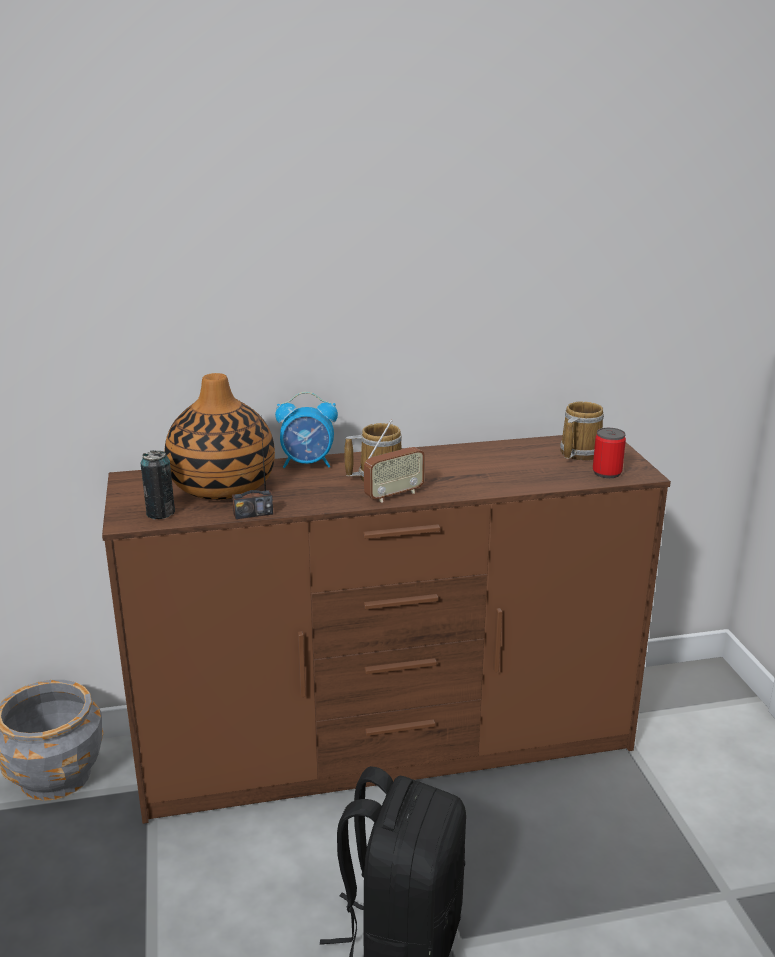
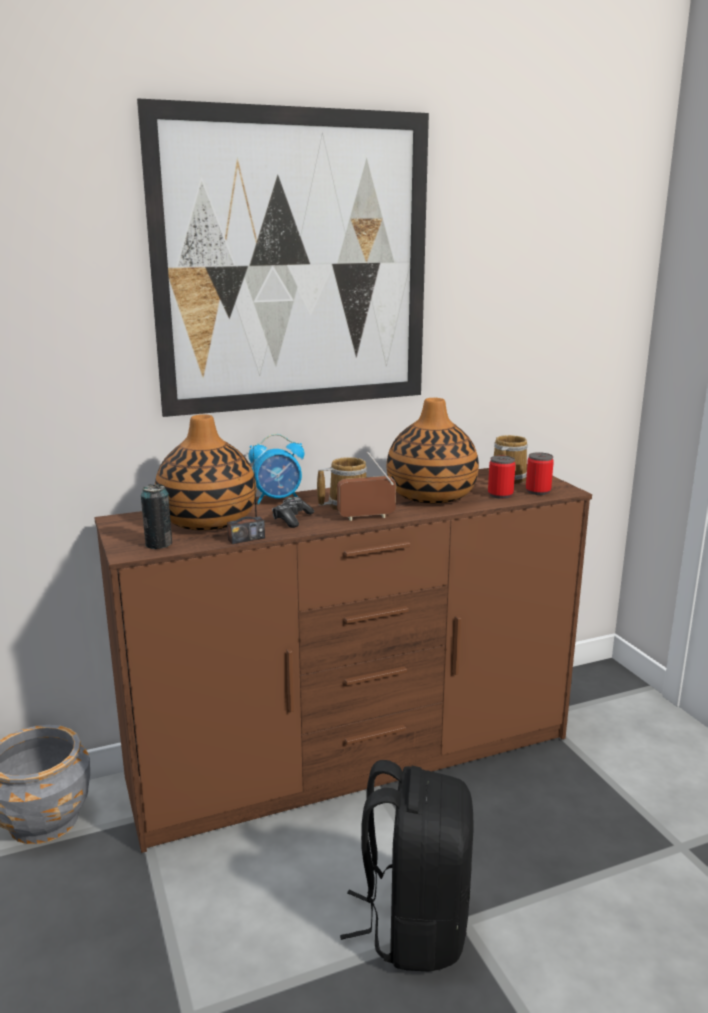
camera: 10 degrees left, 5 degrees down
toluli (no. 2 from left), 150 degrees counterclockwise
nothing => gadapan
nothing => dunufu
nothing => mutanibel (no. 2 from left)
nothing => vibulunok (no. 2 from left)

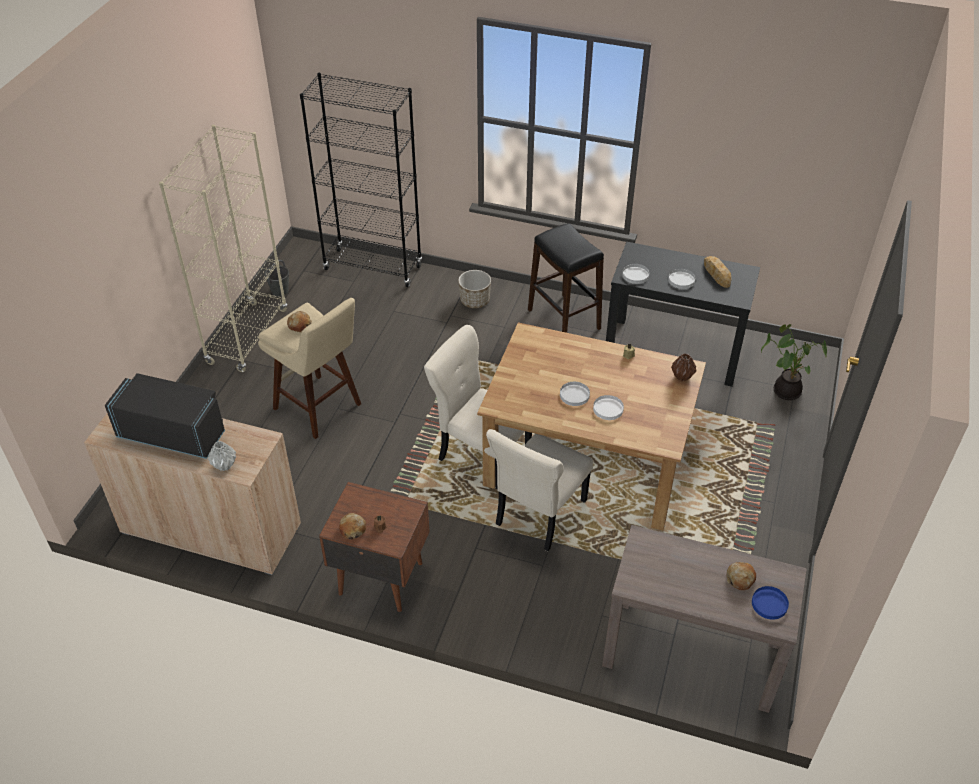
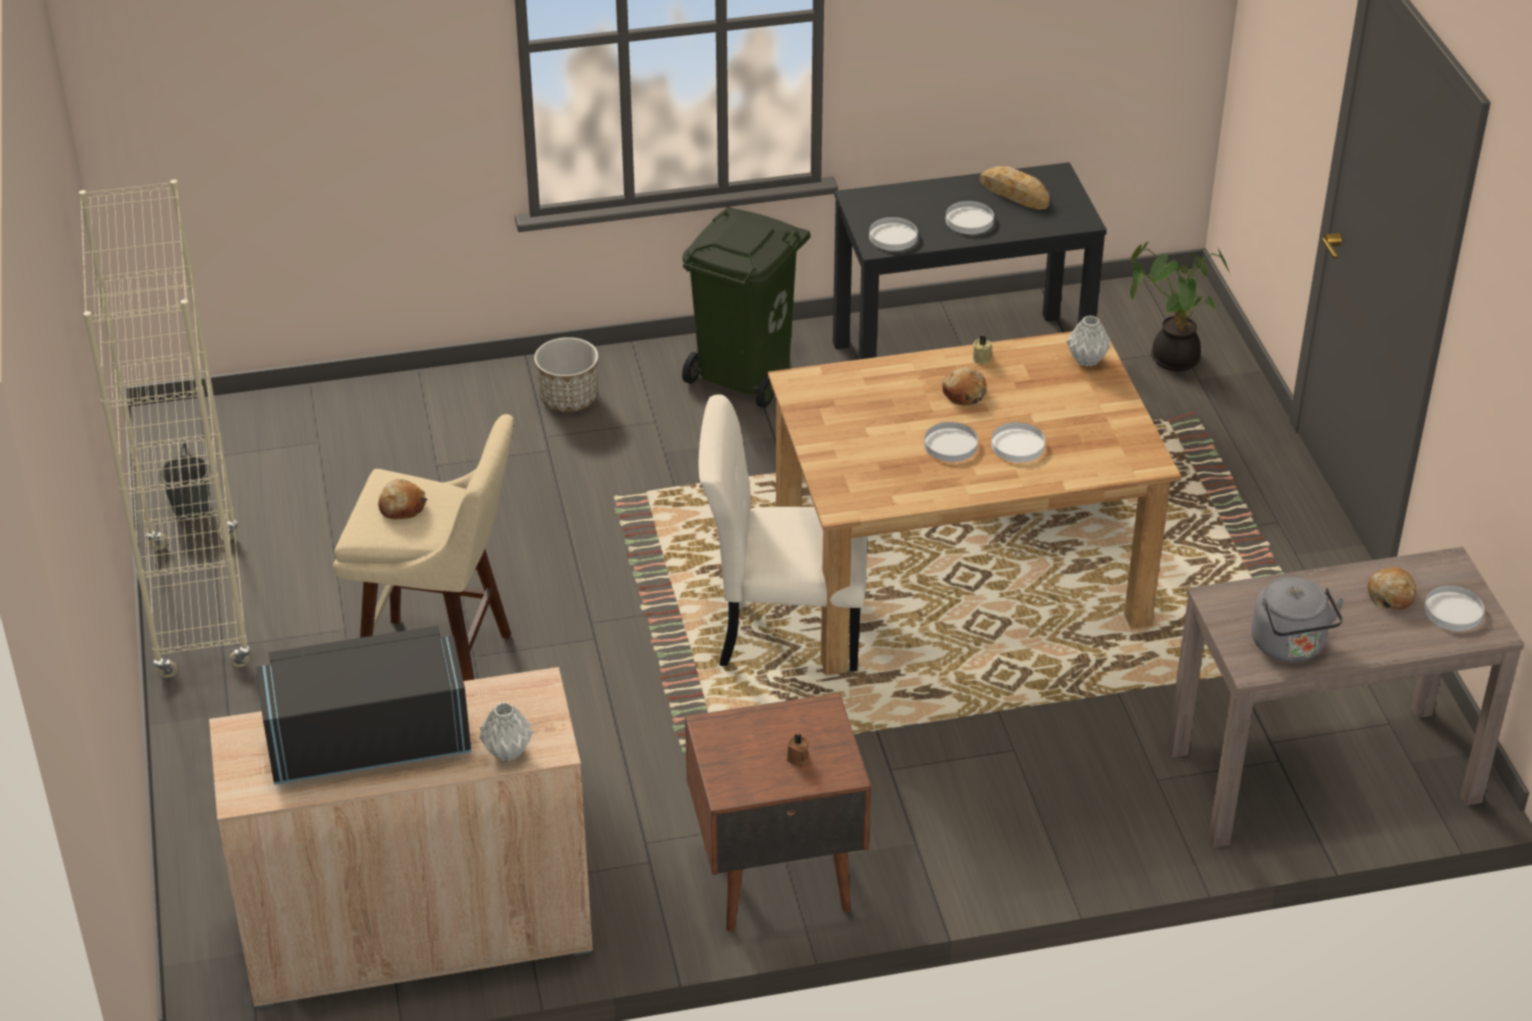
camera: 30 degrees left, 5 degrees down
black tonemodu => nothing
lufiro (no. 2 from left), shifted
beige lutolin (no. 2 from left) => nothing
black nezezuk => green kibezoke
brown mutanibel => grey mutanibel (no. 2 from left)
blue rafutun => white rafutun (no. 5 from left)
nothing => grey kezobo

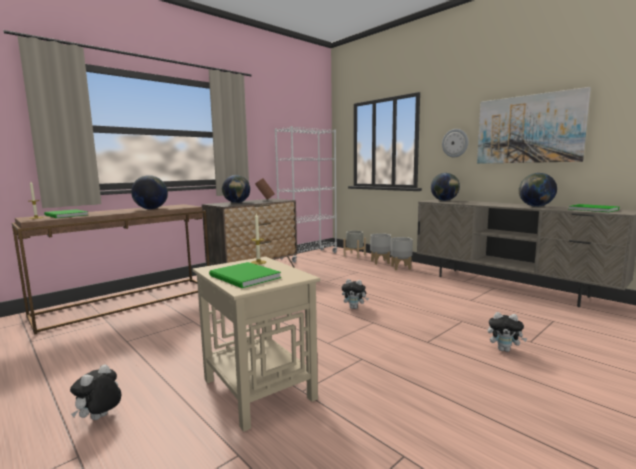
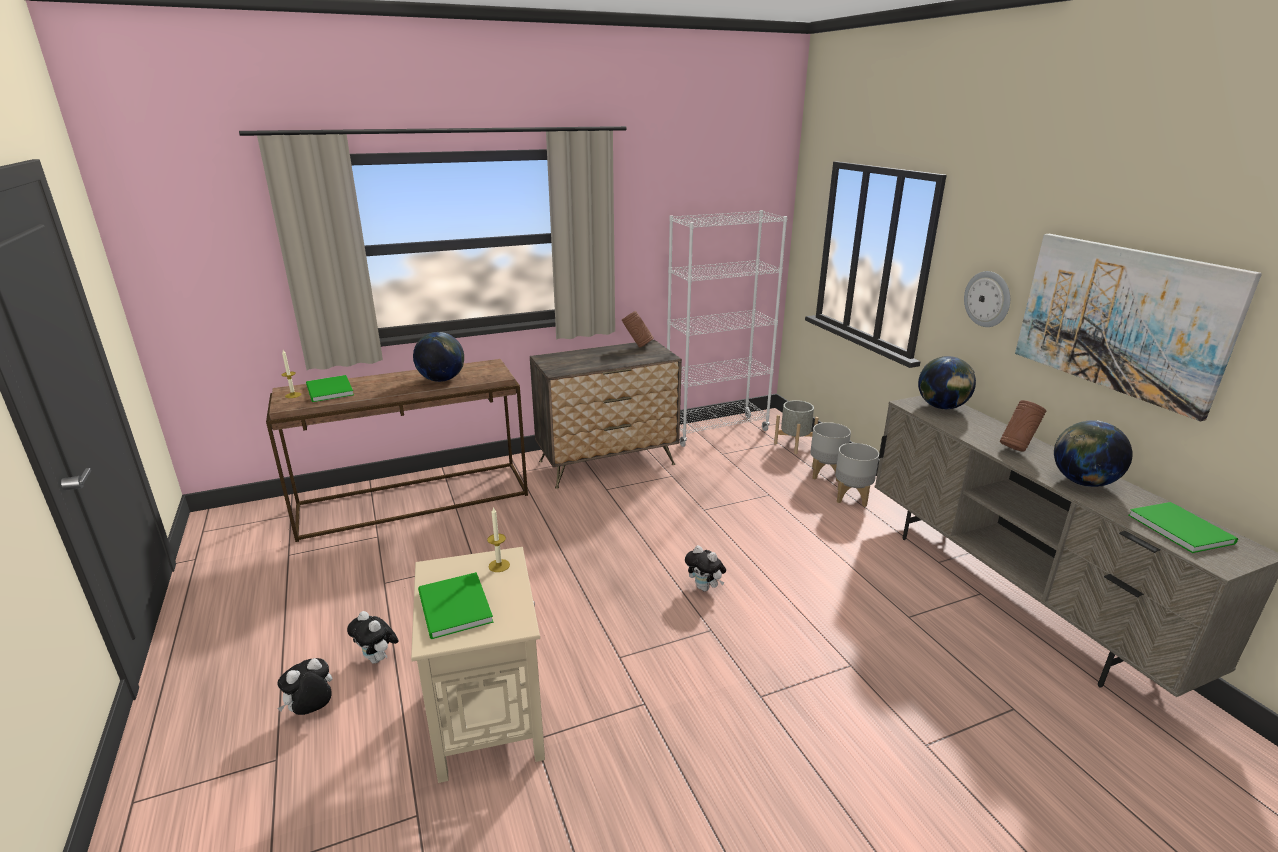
camera: 20 degrees right, 15 degrees up
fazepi (no. 2 from left) => nothing
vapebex (no. 3 from left in the first image) => vapebex (no. 2 from left), shifted
nothing => brown mutanibel (no. 2 from left)

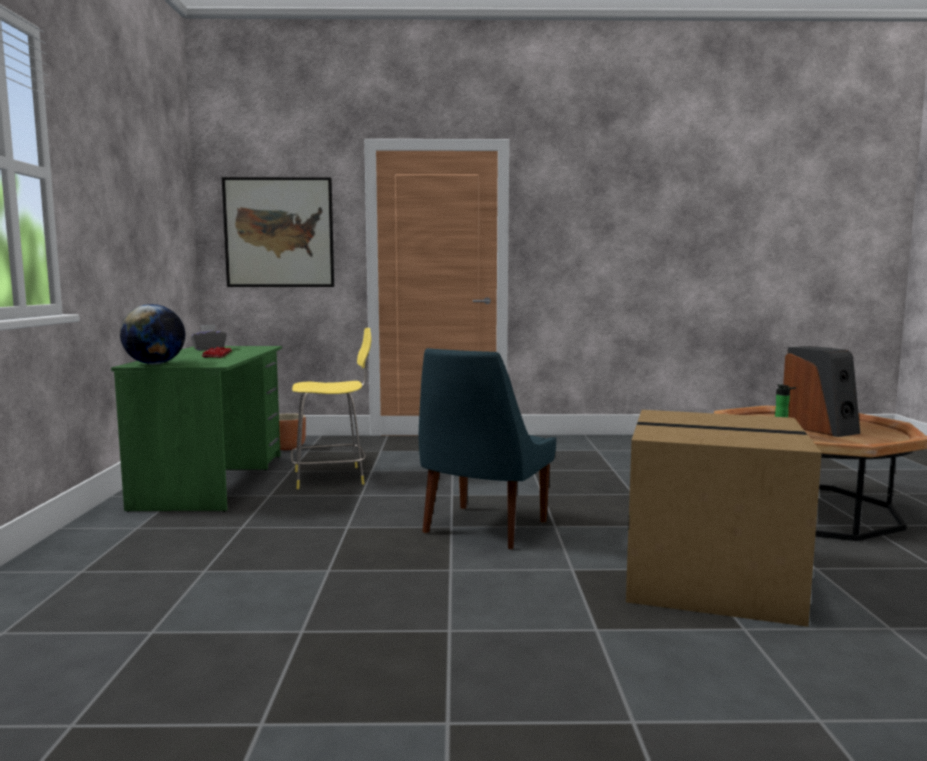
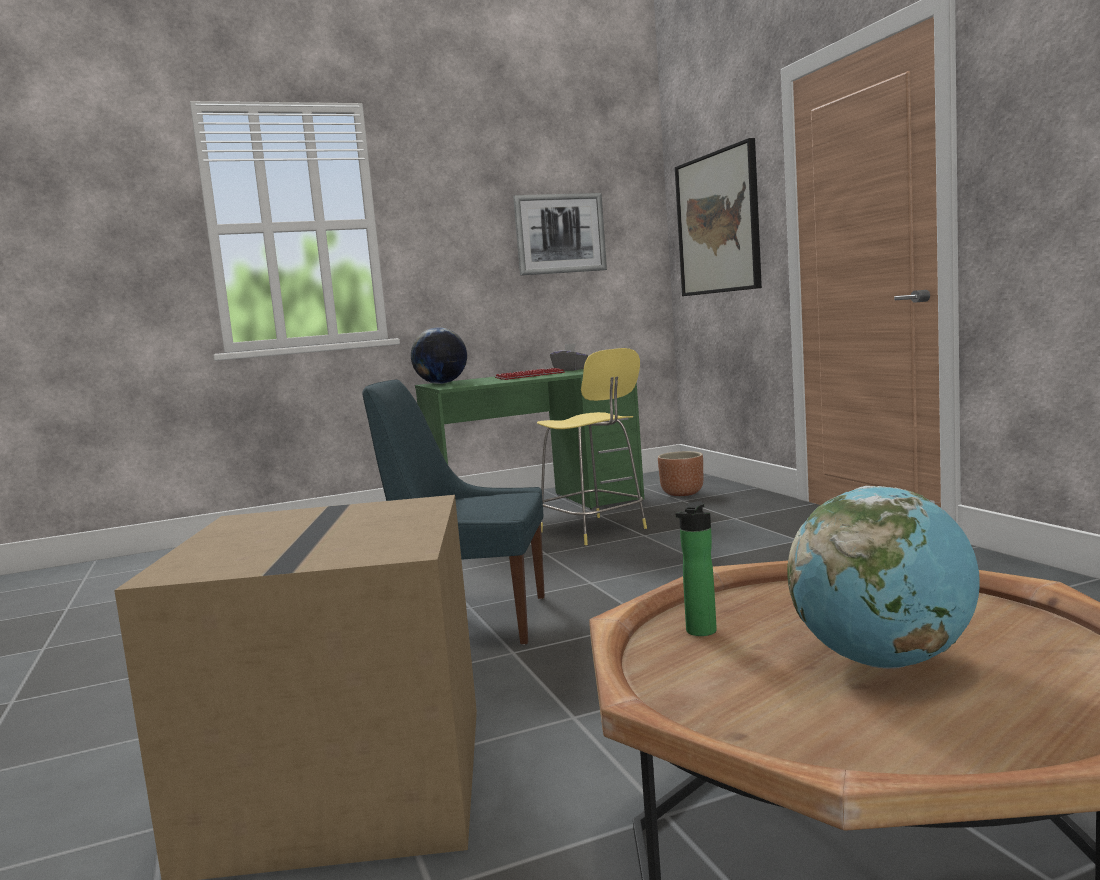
camera: 70 degrees right, 0 degrees up
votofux => fazepi (no. 2 from left)
nothing => gadapan (no. 1 from left)

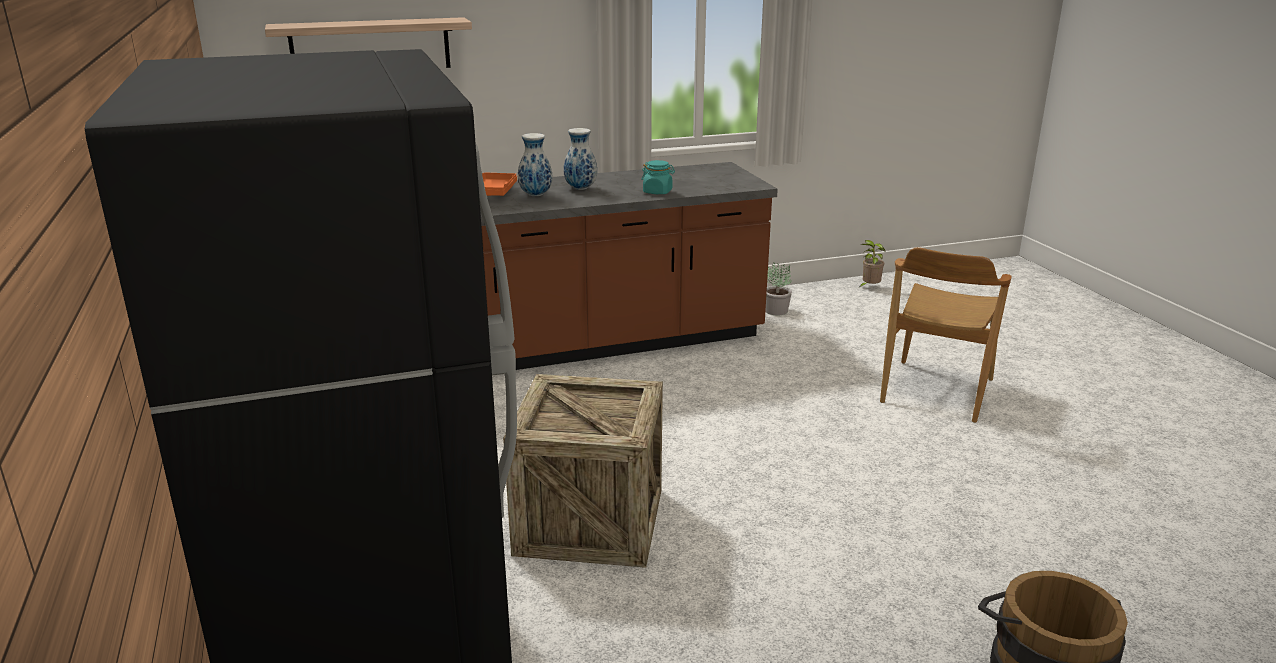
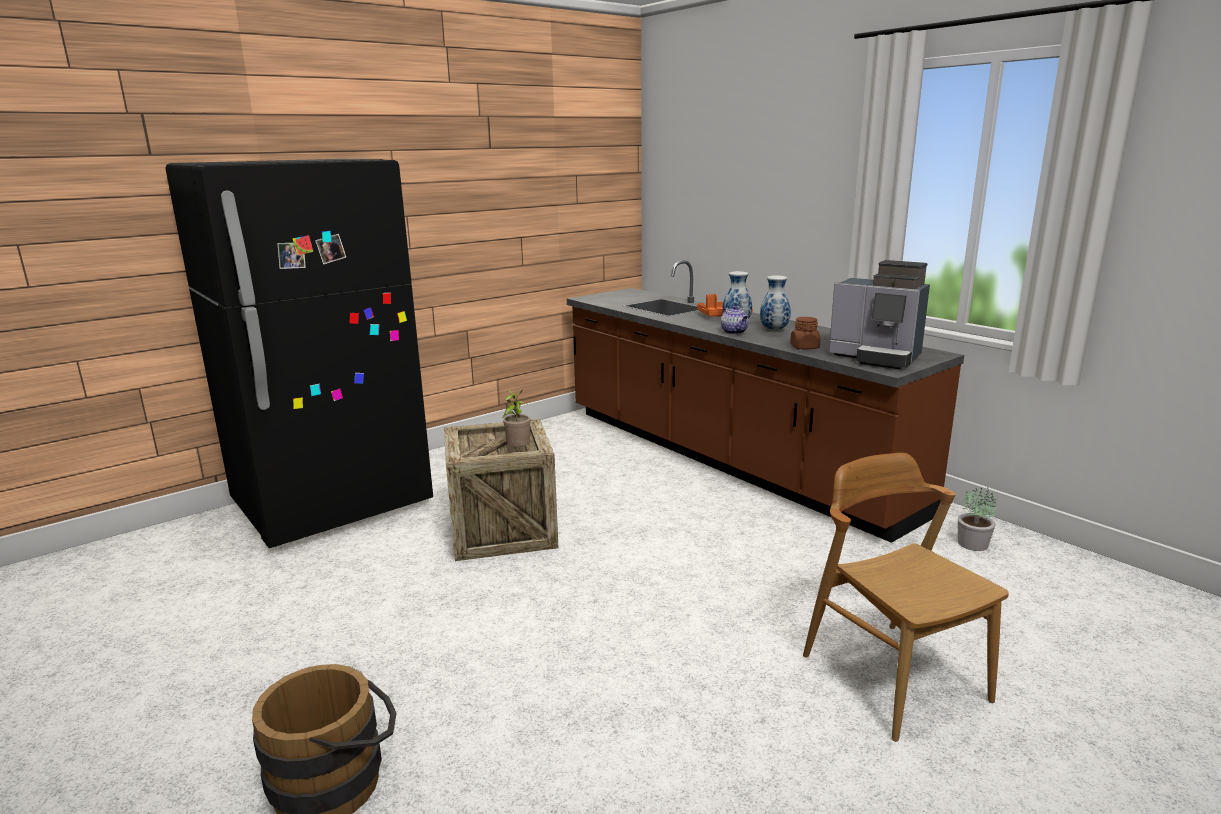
camera: 70 degrees right, 5 degrees down
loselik => nothing
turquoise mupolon => brown mupolon
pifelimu (no. 2 from left in the first image) => pifelimu (no. 1 from left), shifted
brown lutolin, 60 degrees clockwise
nothing => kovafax
nothing => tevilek

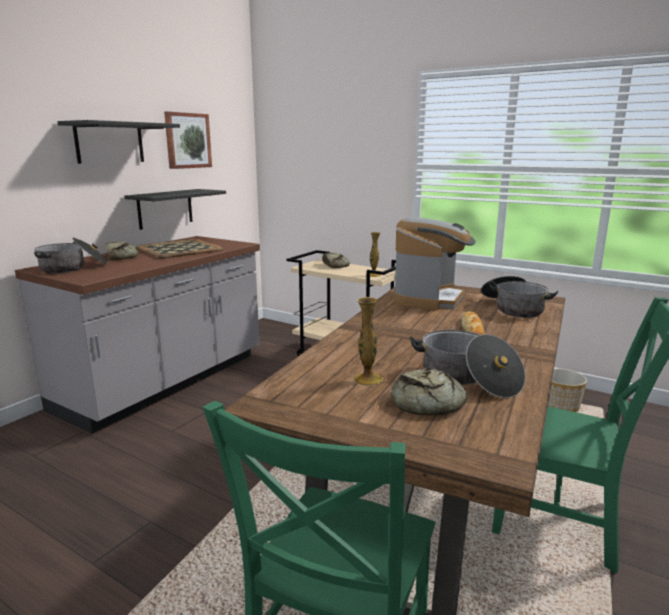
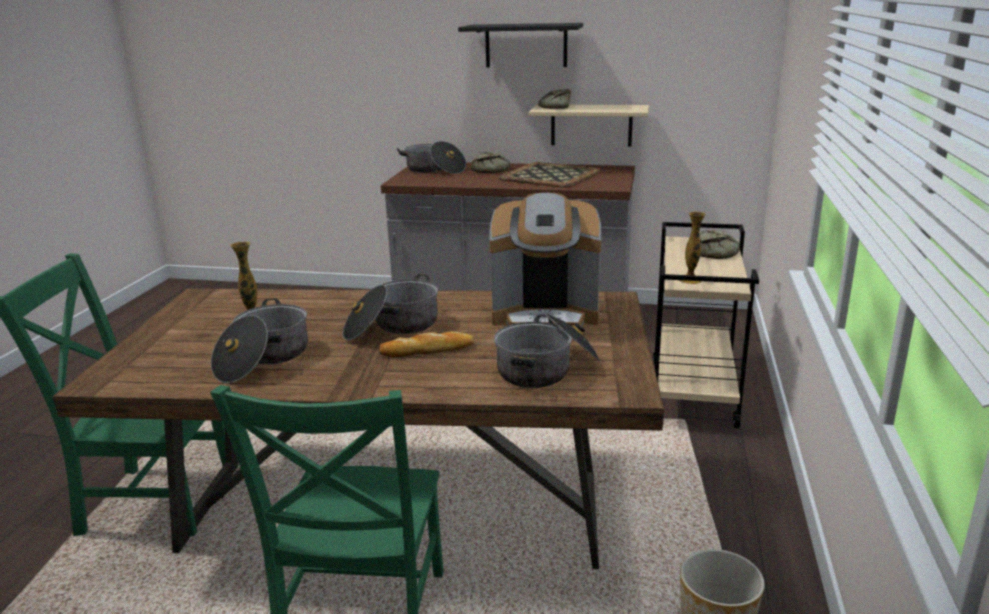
camera: 70 degrees right, 5 degrees up
black loselik (no. 2 from left) => beige loselik
gadapan => nothing
lufiro (no. 3 from left), shifted
nothing => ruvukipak (no. 2 from left)

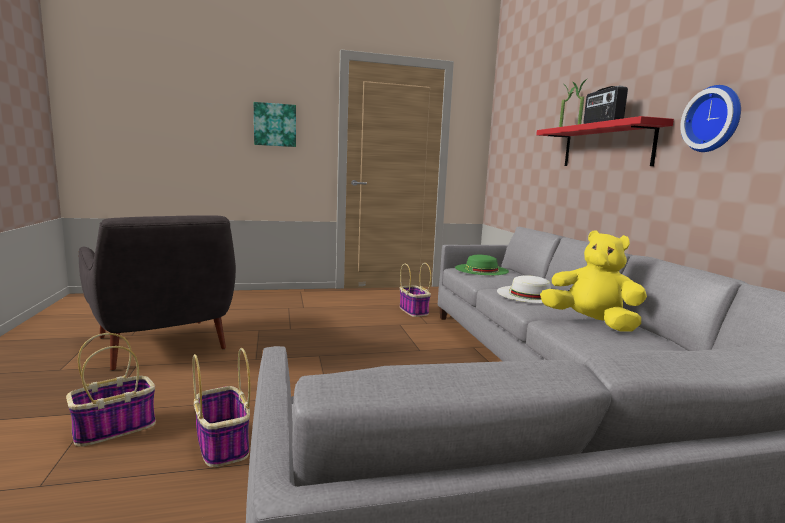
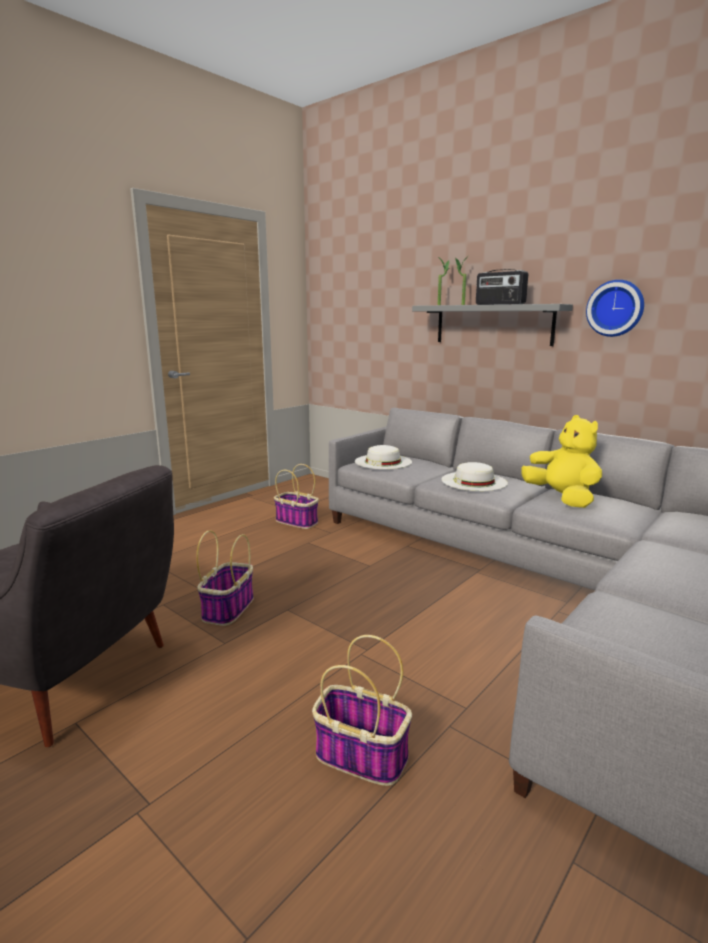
camera: 35 degrees left, 5 degrees up
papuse (no. 1 from left), shifted
gadapan => nothing
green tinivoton => white tinivoton (no. 1 from left)
red loselik => grey loselik
yellow vapebex, 60 degrees clockwise

